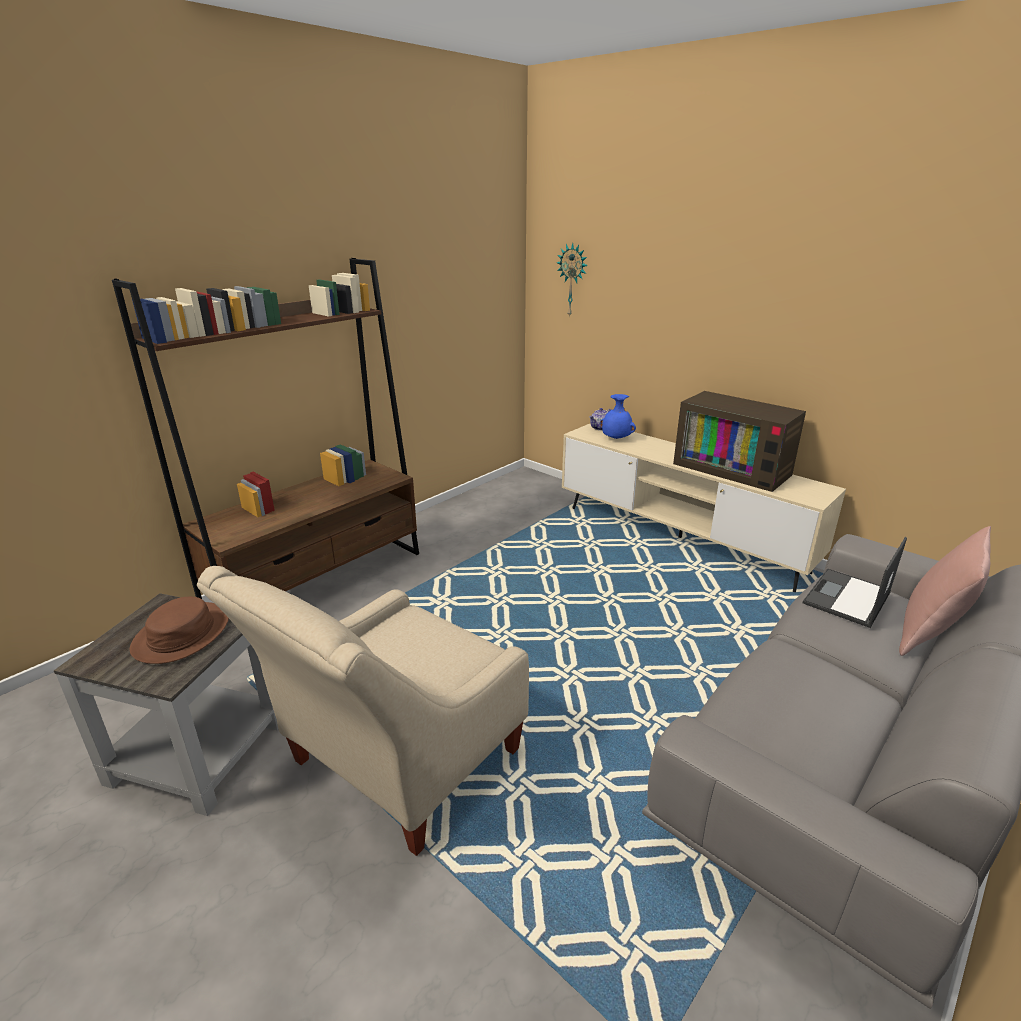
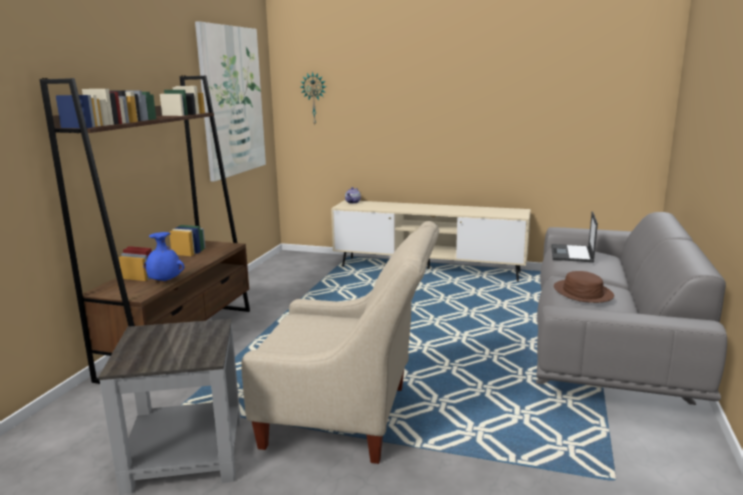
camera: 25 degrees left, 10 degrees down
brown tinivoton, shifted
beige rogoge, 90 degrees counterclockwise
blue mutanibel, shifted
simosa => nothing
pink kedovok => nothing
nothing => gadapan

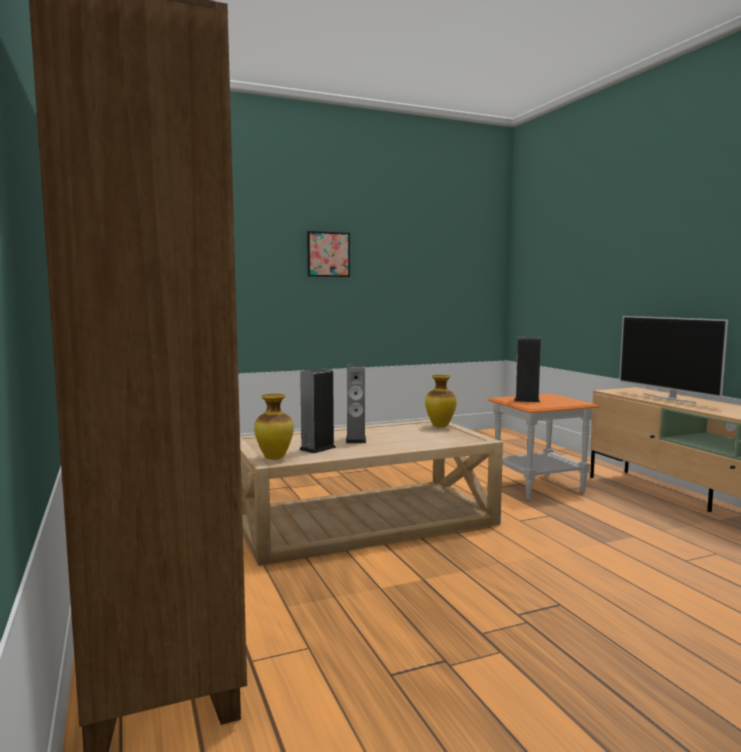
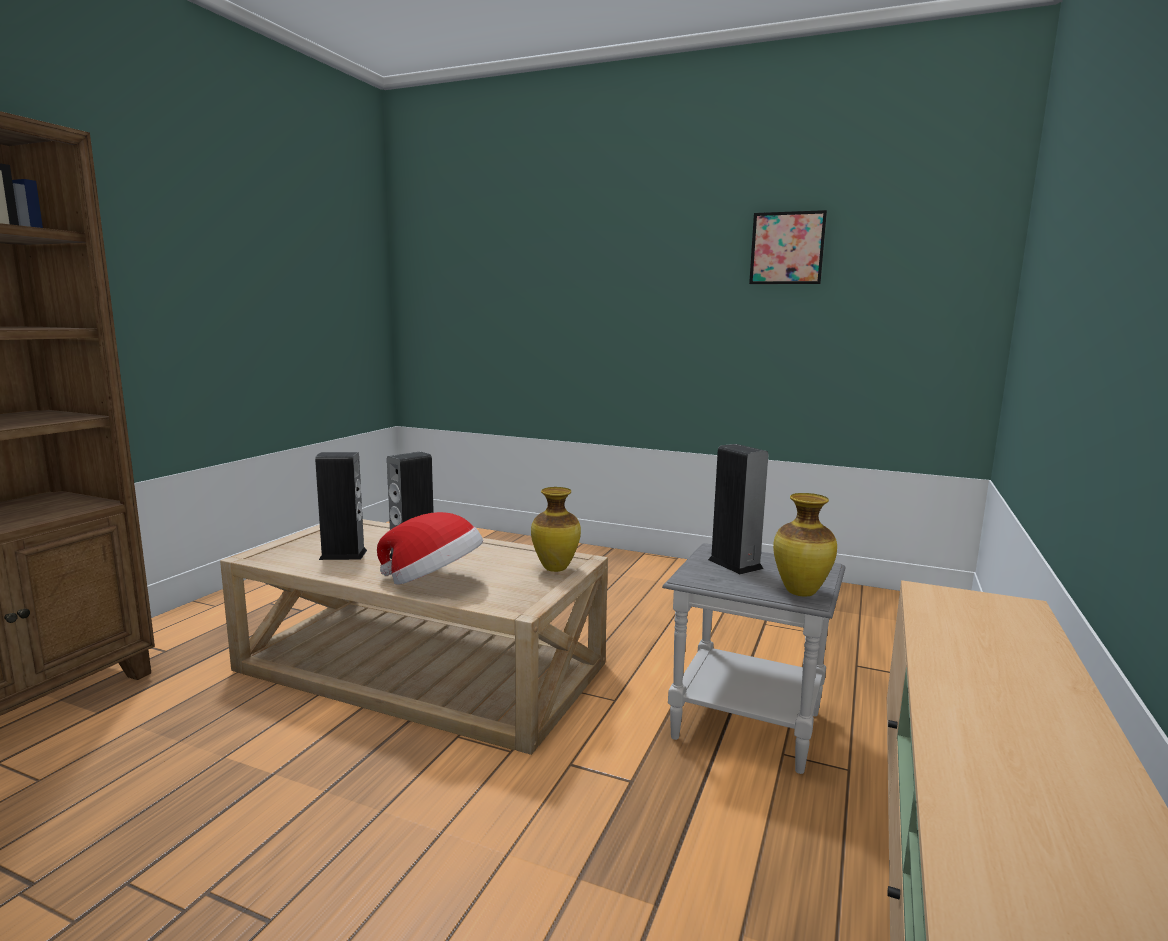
camera: 45 degrees right, 5 degrees up
mutanibel (no. 1 from left in the first image) => mutanibel (no. 2 from left), shifted
gadapan, shifted
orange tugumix => grey tugumix
simosa => nothing
nothing => tinivoton

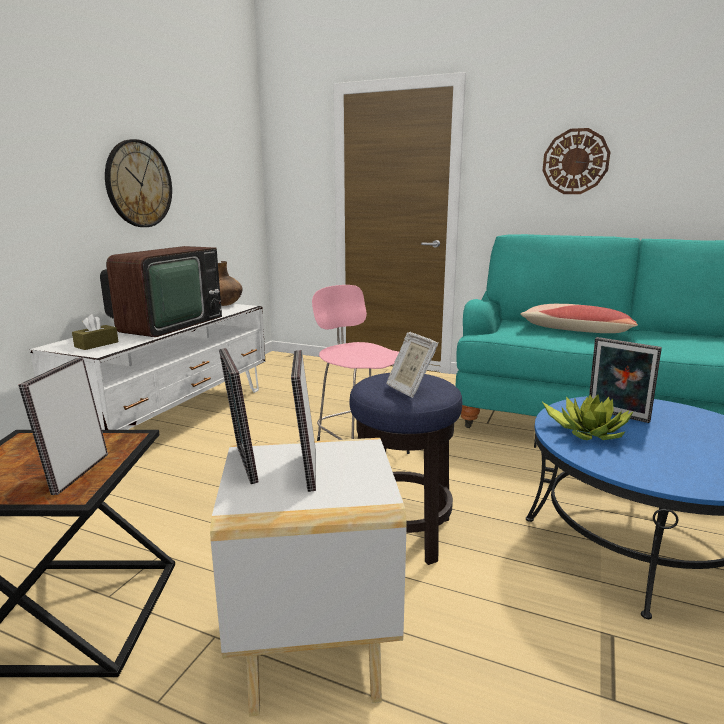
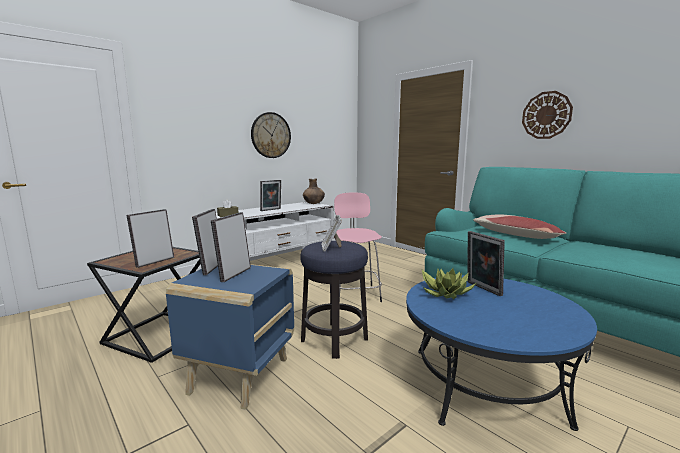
camera: 25 degrees right, 5 degrees down
simosa => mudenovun (no. 4 from left)
white tugumix => blue tugumix

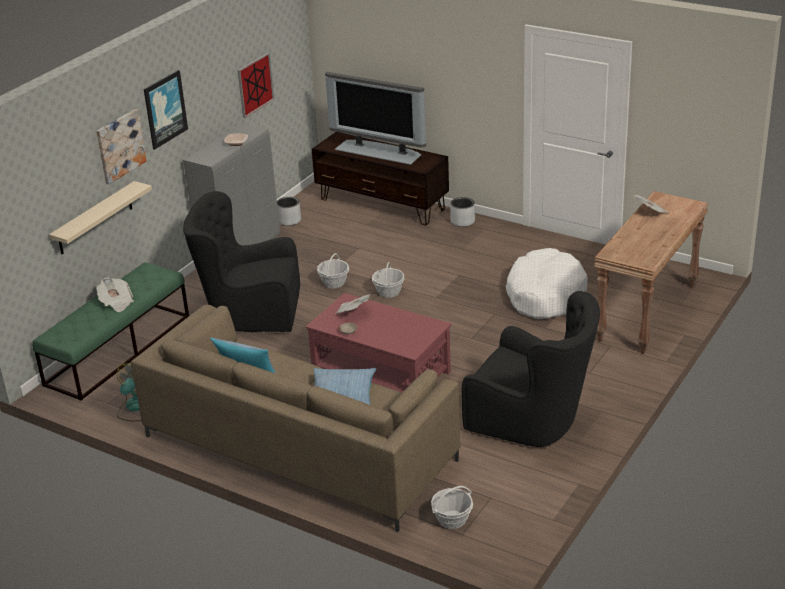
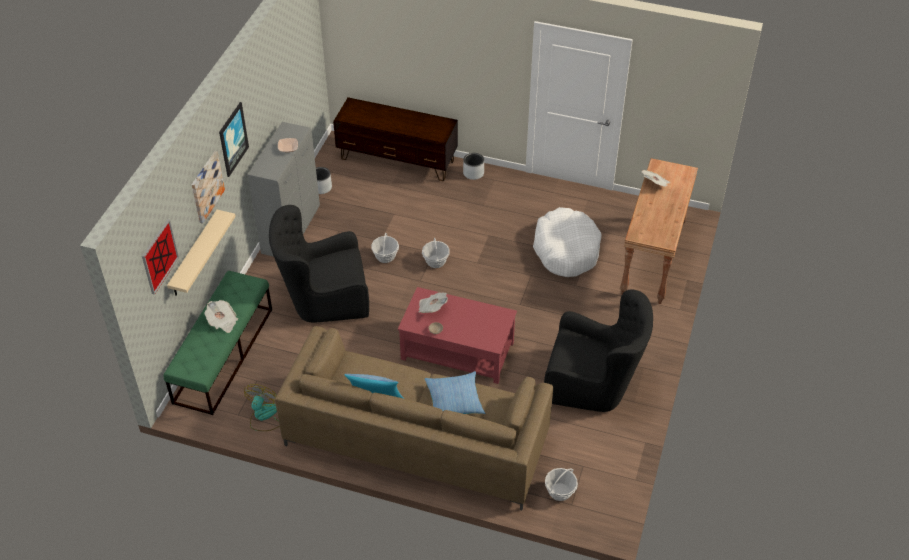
camera: 15 degrees left, 15 degrees up
gadapan (no. 3 from left in the first image) => gadapan (no. 1 from left), shifted
simosa => nothing

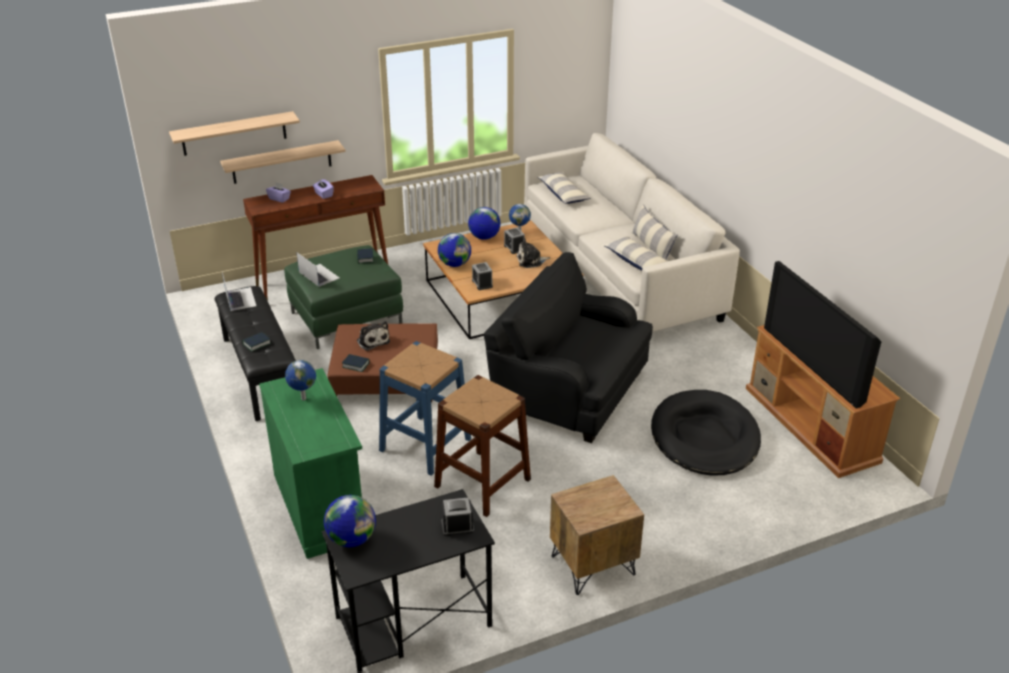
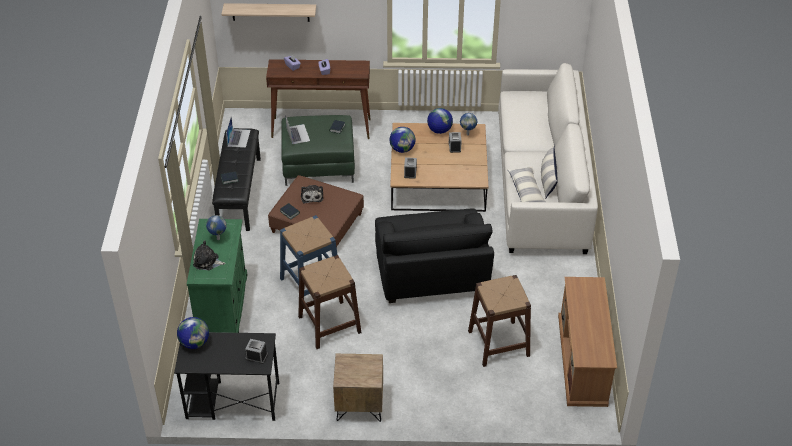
camera: 25 degrees right, 10 degrees up
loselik (no. 2 from left) => nothing
black rogoge, 150 degrees counterclockwise
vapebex (no. 2 from left in the first image) => vapebex (no. 1 from left), shifted
kedovok (no. 1 from left) => nothing
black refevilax => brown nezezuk (no. 2 from left)
simosa => nothing

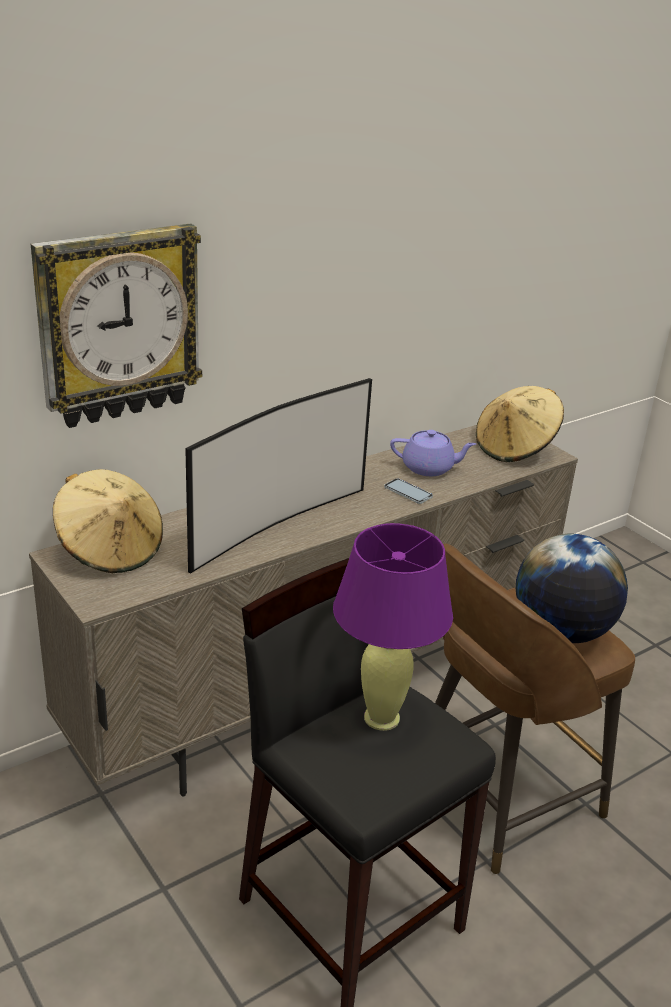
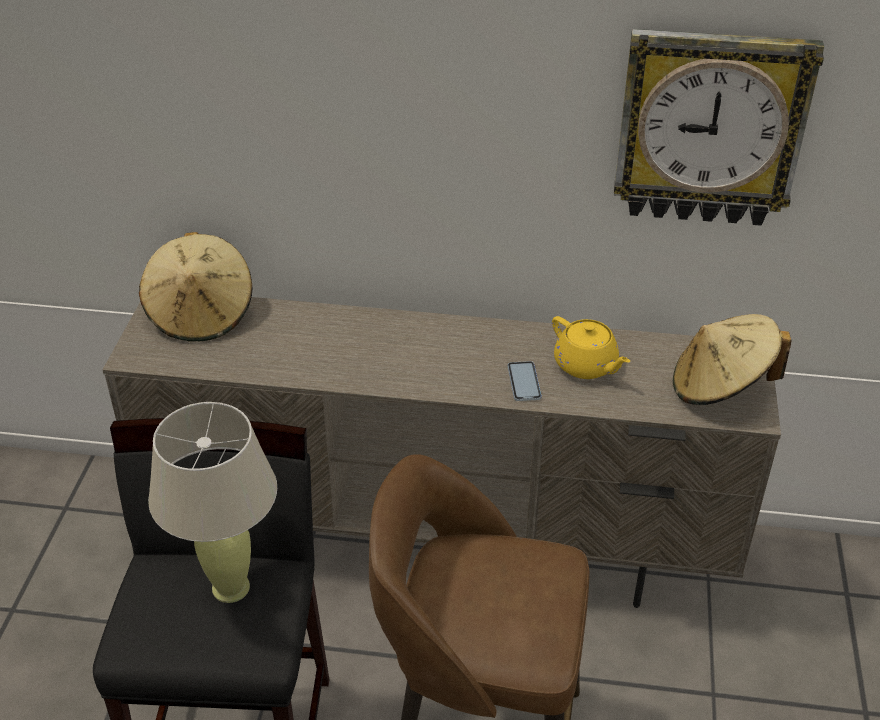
camera: 45 degrees right, 10 degrees up
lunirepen, shifted
simosa => nothing
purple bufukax => beige bufukax
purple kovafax => yellow kovafax
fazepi => nothing

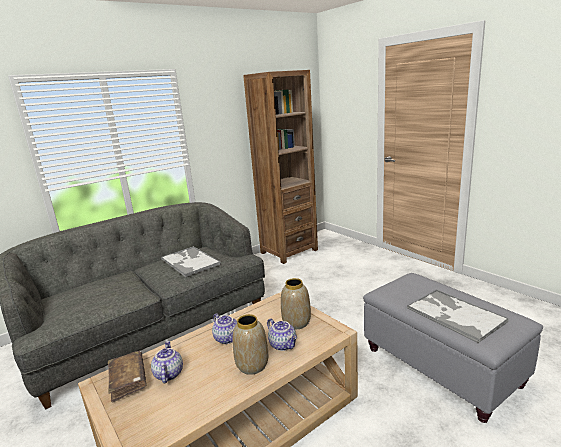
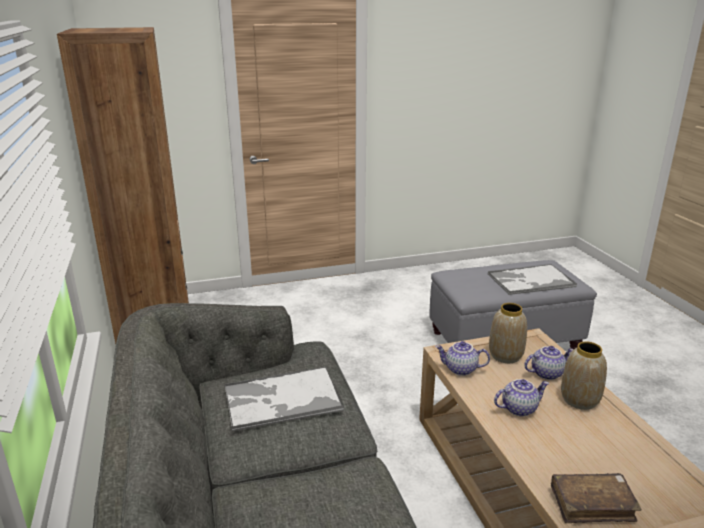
camera: 70 degrees left, 5 degrees up
kovafax (no. 1 from left), shifted

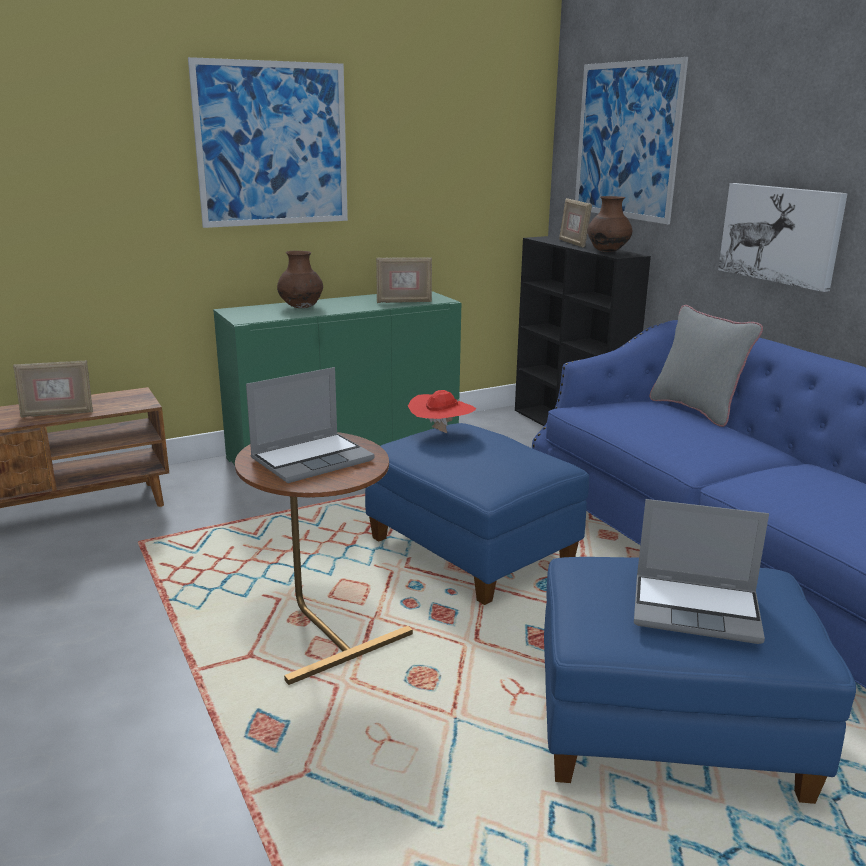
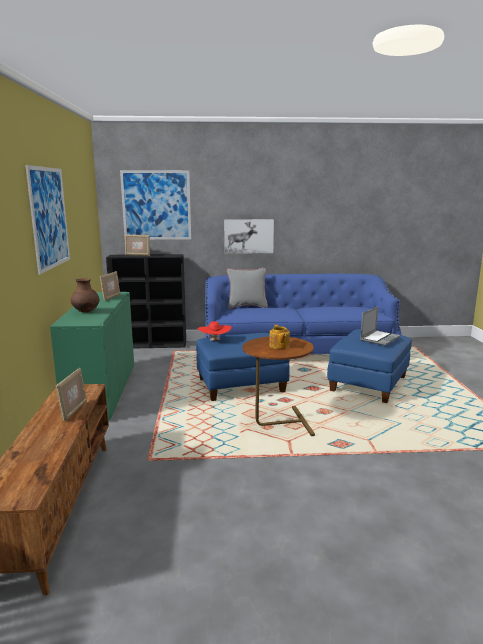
camera: 65 degrees left, 5 degrees down
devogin (no. 1 from left) => kovafax
brown mutanibel (no. 2 from left) => nothing

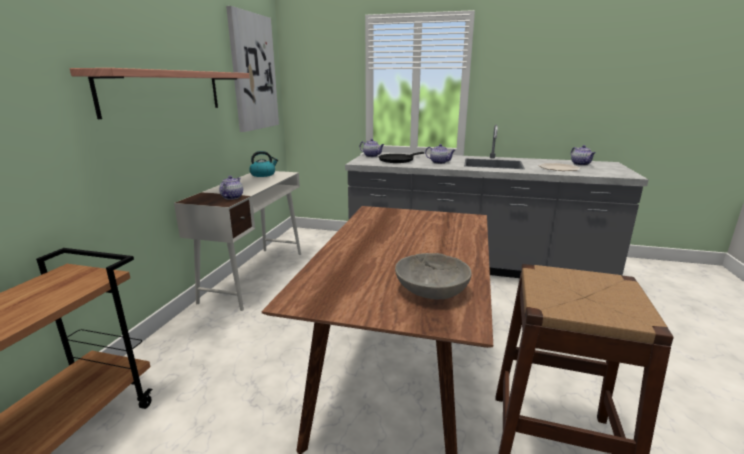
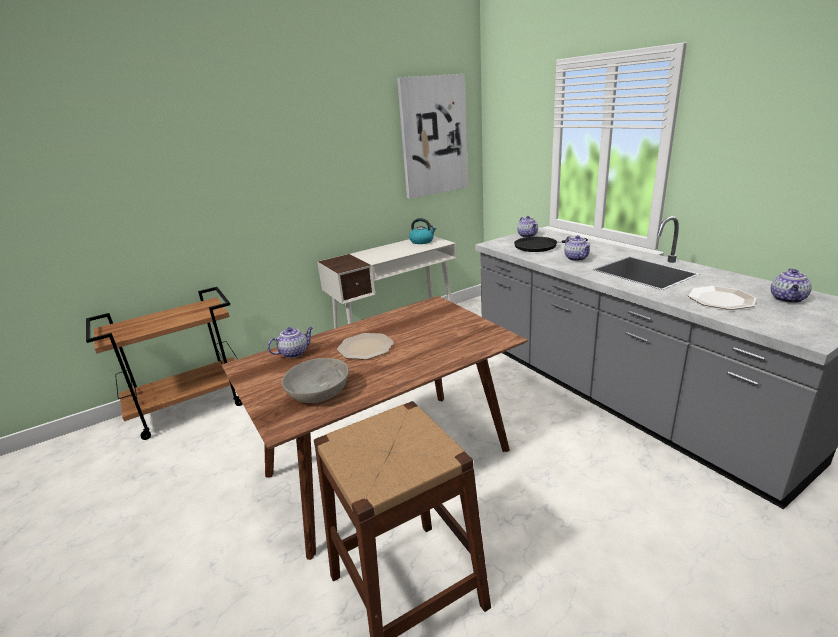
camera: 45 degrees right, 5 degrees up
loselik => nothing
kovafax (no. 1 from left), shifted
nothing => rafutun (no. 1 from left)

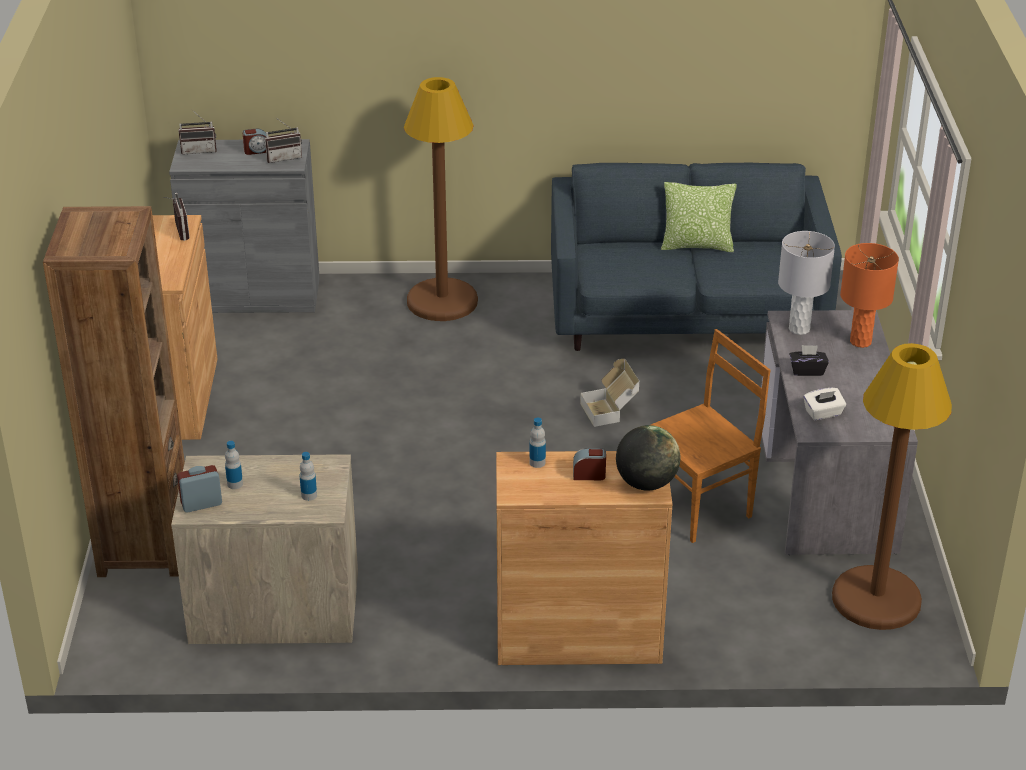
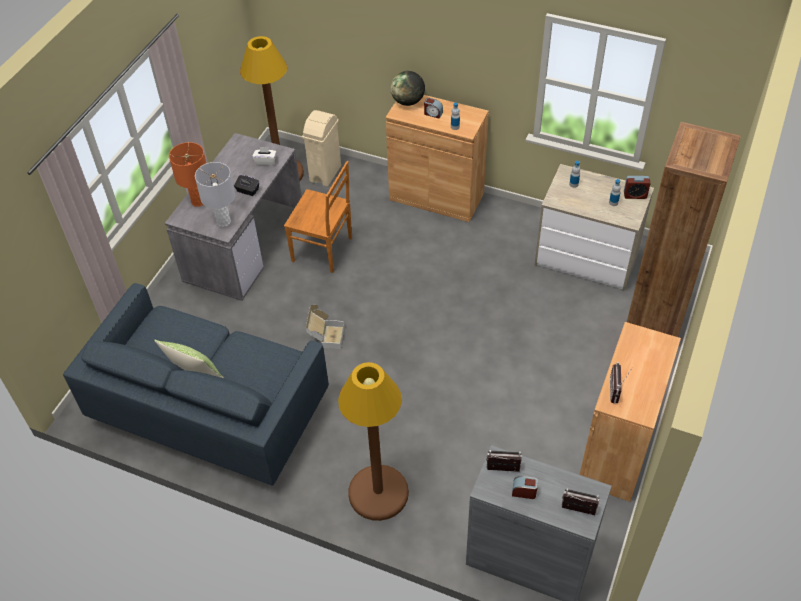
camera: 155 degrees left, 15 degrees up
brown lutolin, 150 degrees counterclockwise
nothing => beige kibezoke

